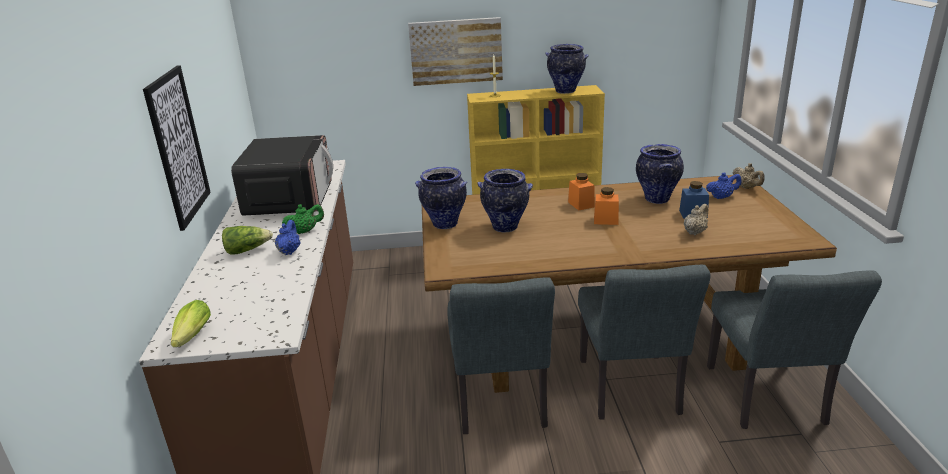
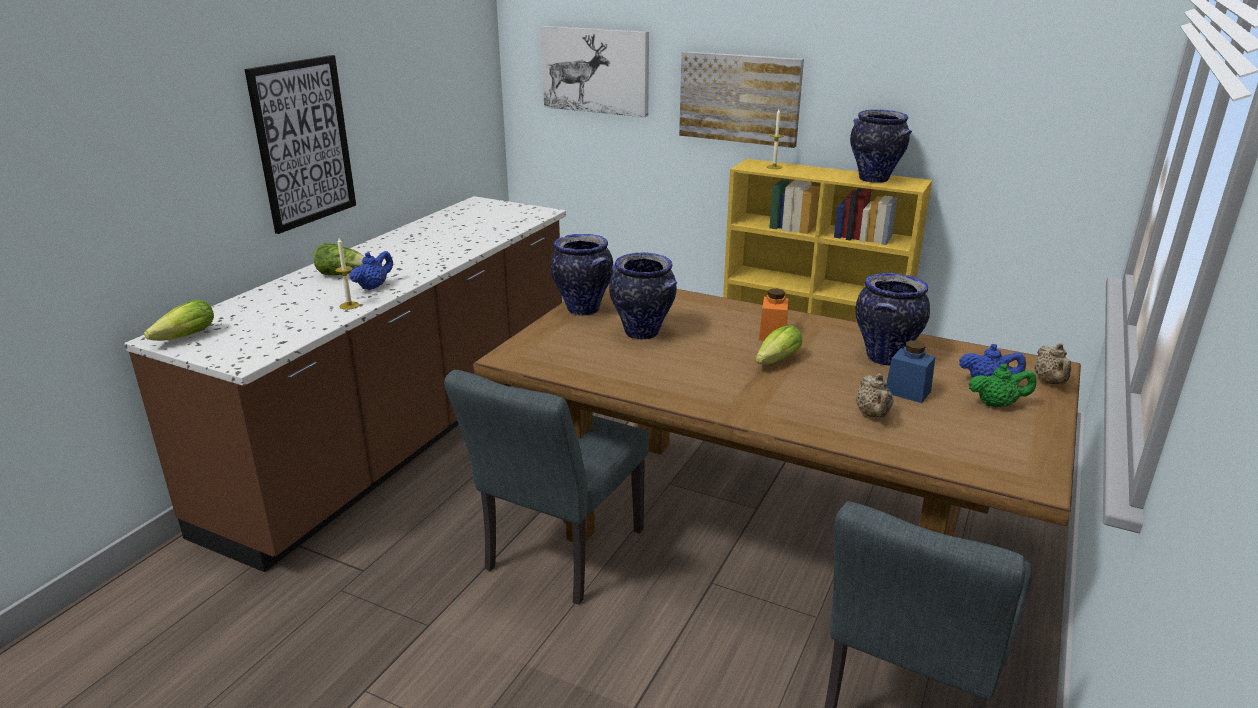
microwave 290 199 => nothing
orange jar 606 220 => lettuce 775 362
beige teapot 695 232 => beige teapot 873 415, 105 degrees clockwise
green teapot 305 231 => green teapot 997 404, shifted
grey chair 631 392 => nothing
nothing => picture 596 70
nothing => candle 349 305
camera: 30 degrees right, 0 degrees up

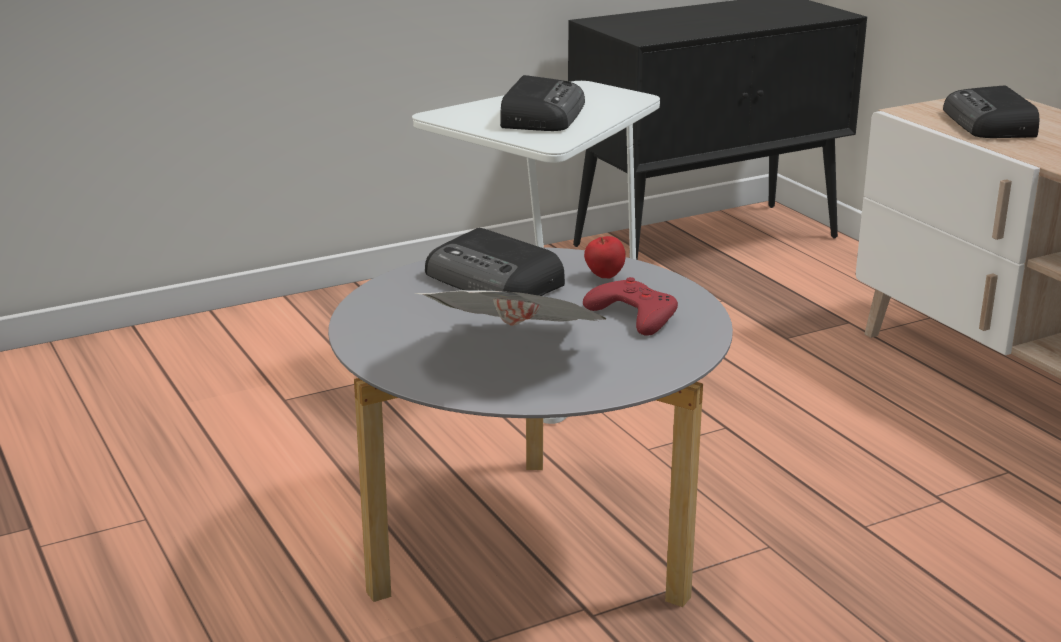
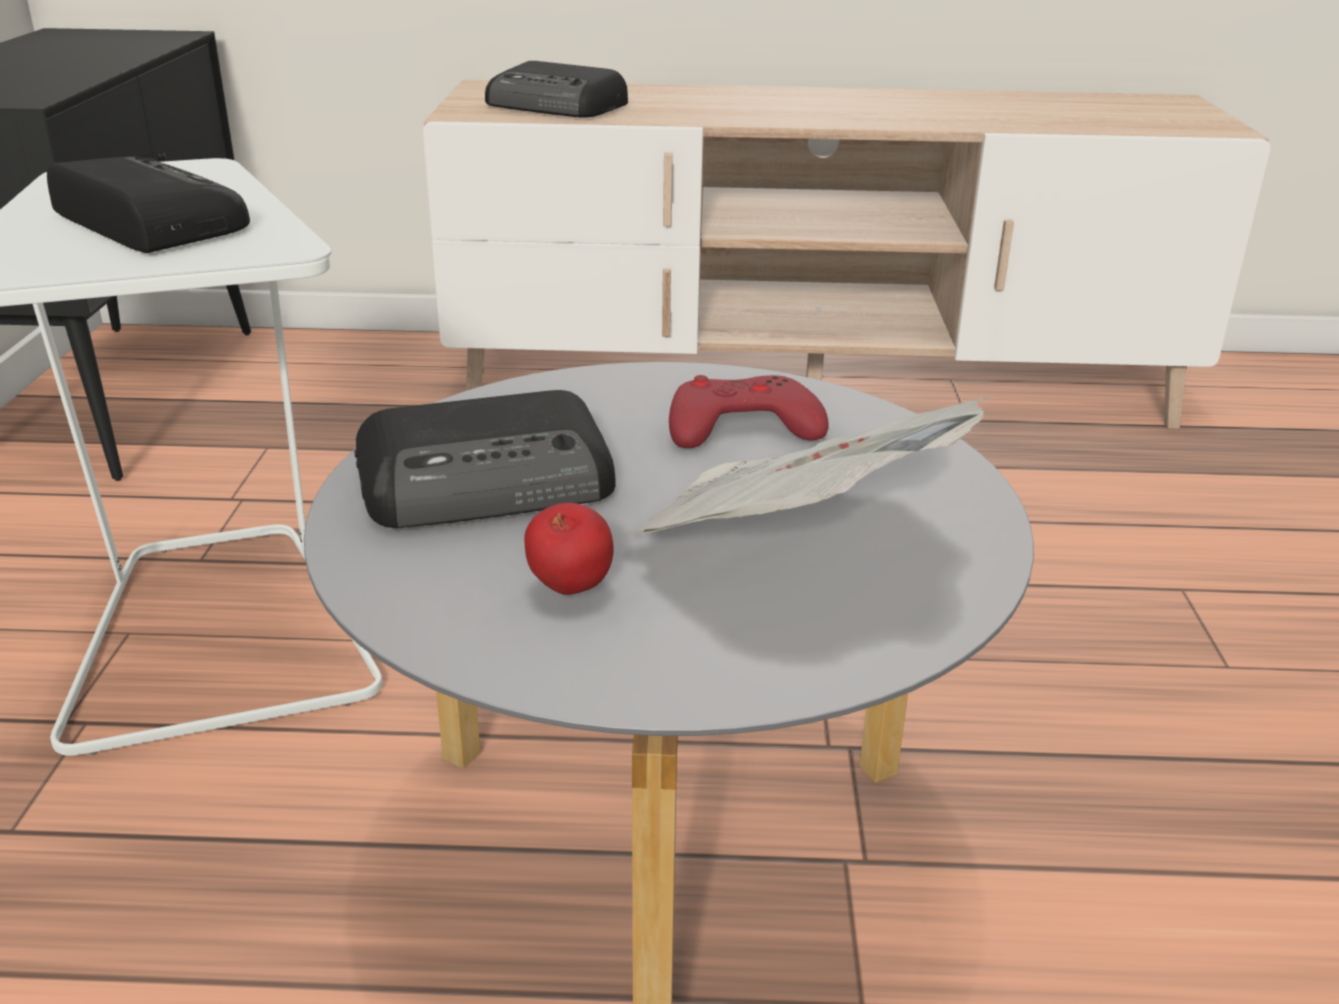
apple 604 277 => apple 569 591, shifted
camera: 60 degrees left, 5 degrees up

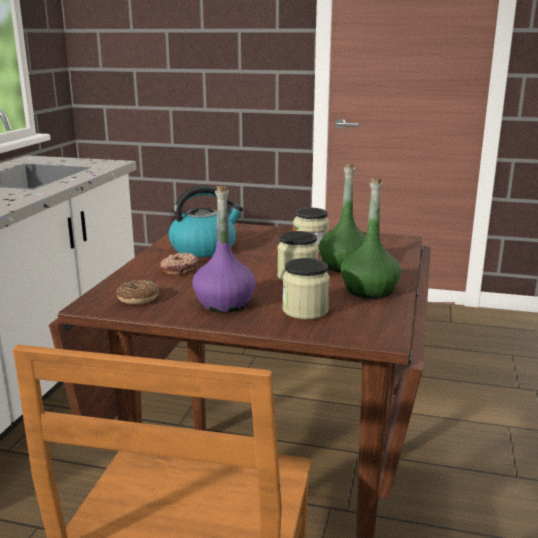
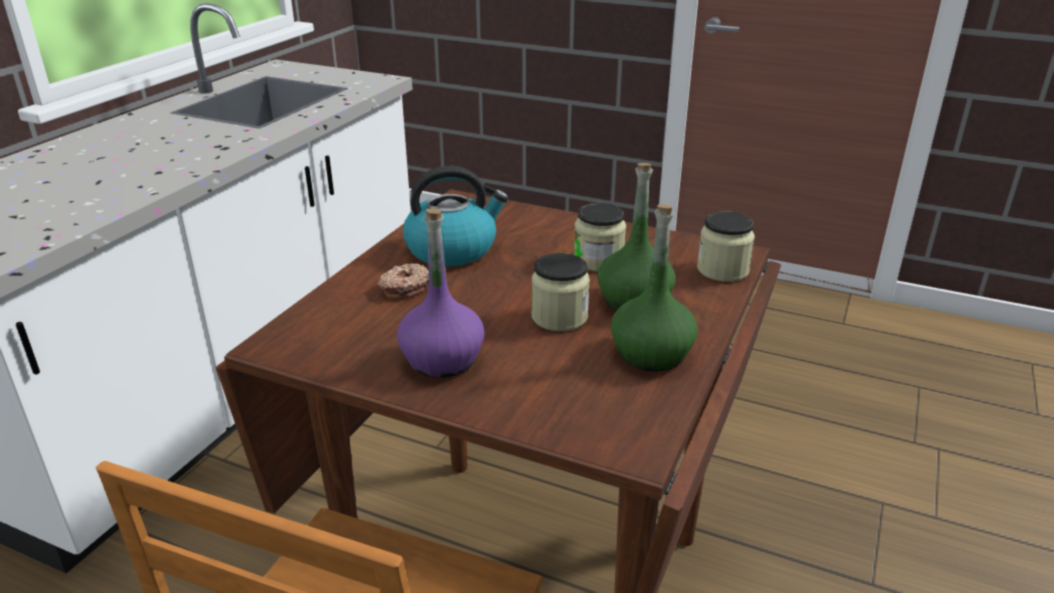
jar 305 310 => jar 722 270, shifted
donut 138 298 => nothing
camera: 10 degrees right, 10 degrees up

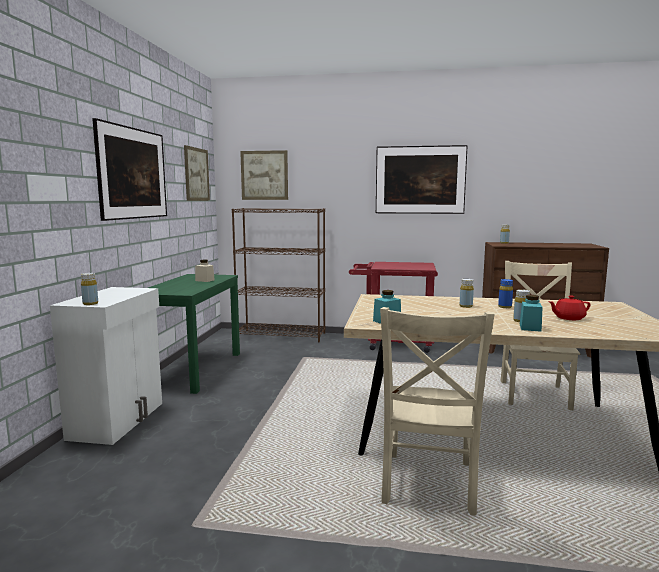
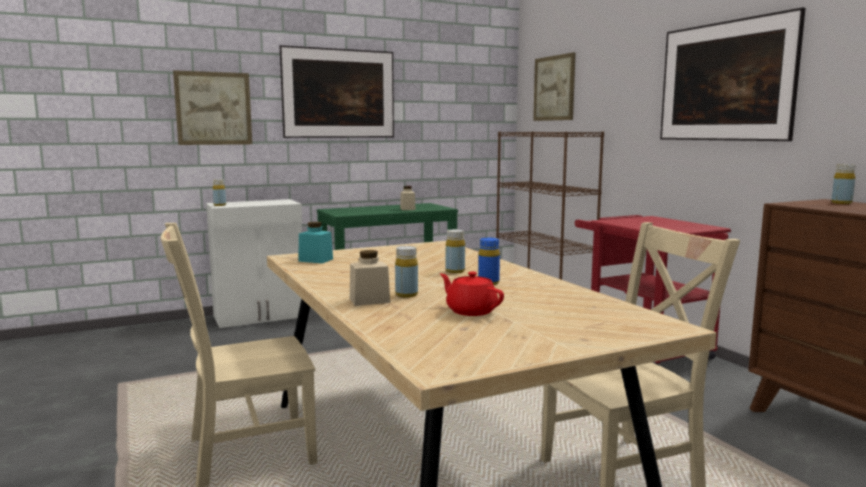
picture 196 174 => picture 213 108, shifted
turquoise jar 530 327 => beige jar 369 300
camera: 55 degrees right, 0 degrees up

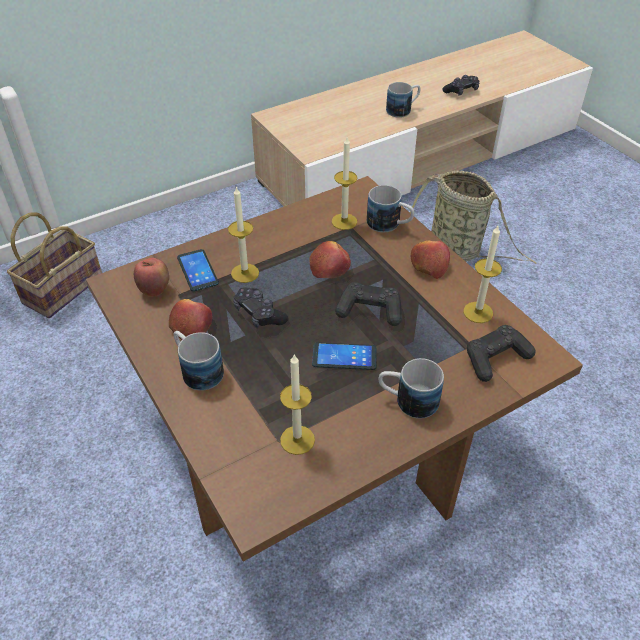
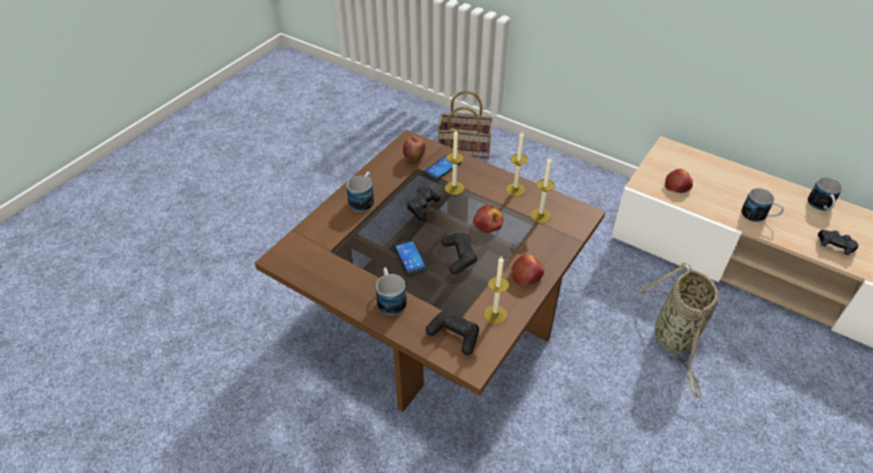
mug 389 225 => mug 821 207, shifted
apple 191 325 => apple 677 185, shifted
candle 297 440 => candle 515 190, shifted
camera: 65 degrees right, 0 degrees up

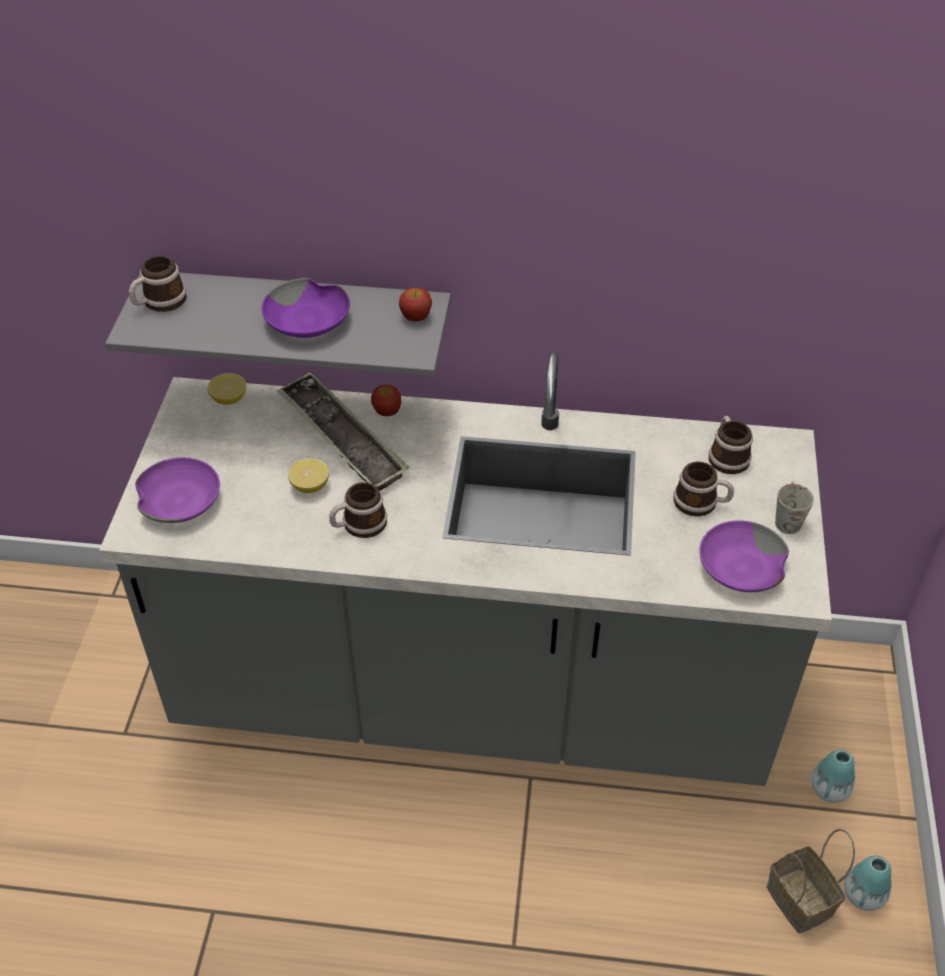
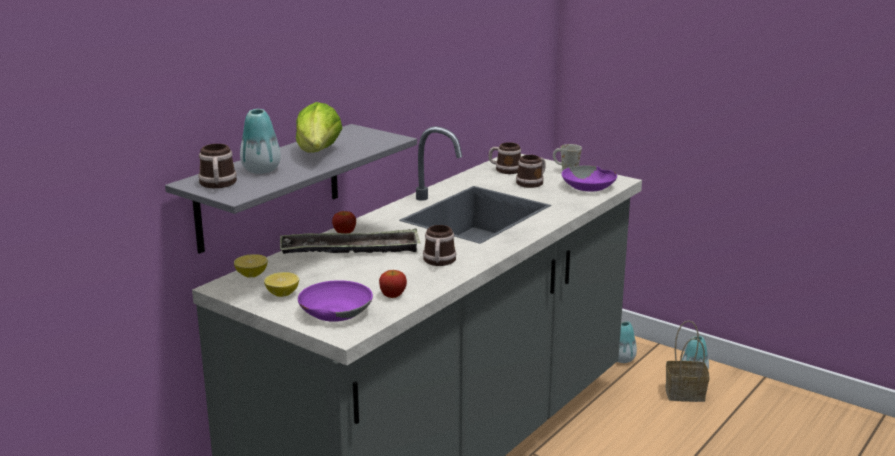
purple bowl 309 321 => lettuce 318 154
apple 416 317 => apple 393 295, shifted
lemon 310 486 => lemon 282 294, shifted
nothing => vase 261 170
camera: 60 degrees left, 25 degrees down

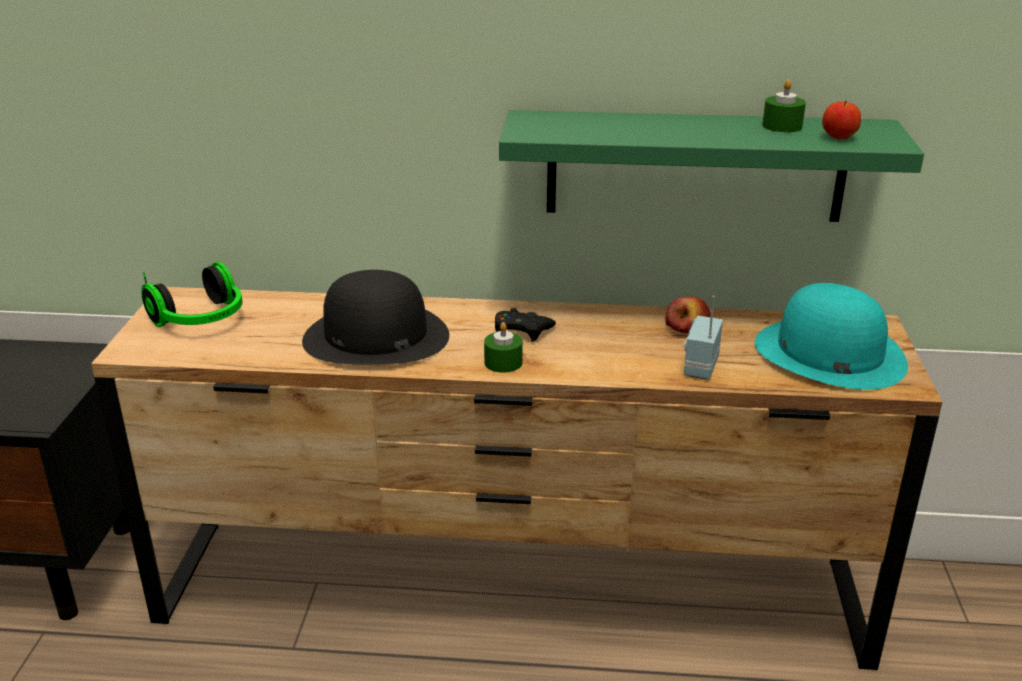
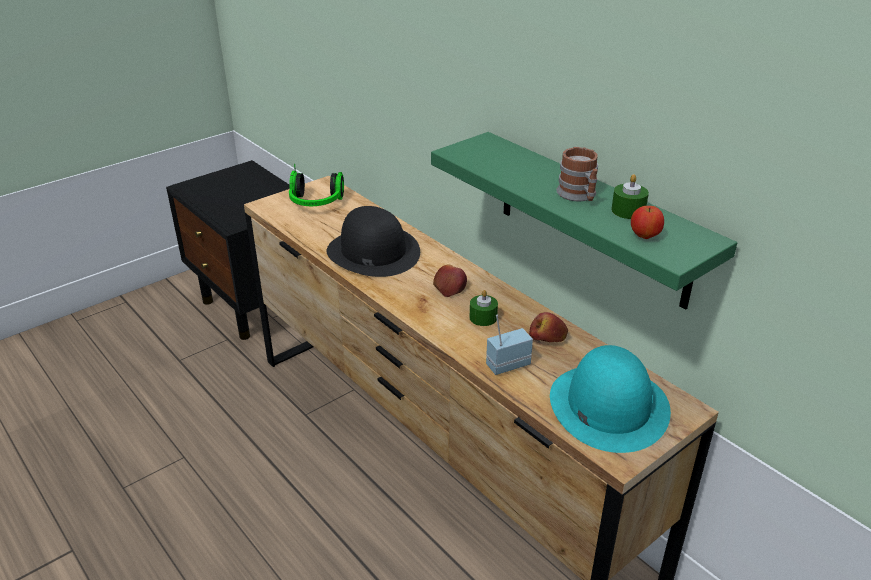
black game controller 521 330 => apple 449 287
green candle 503 362 => green candle 483 317, shifted
nothing => mug 579 196
camera: 45 degrees right, 5 degrees up

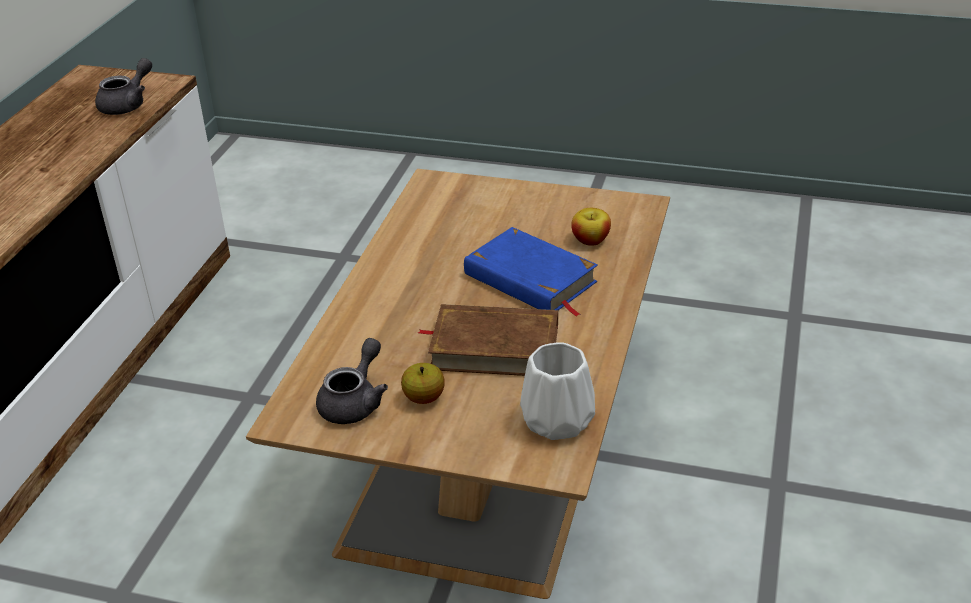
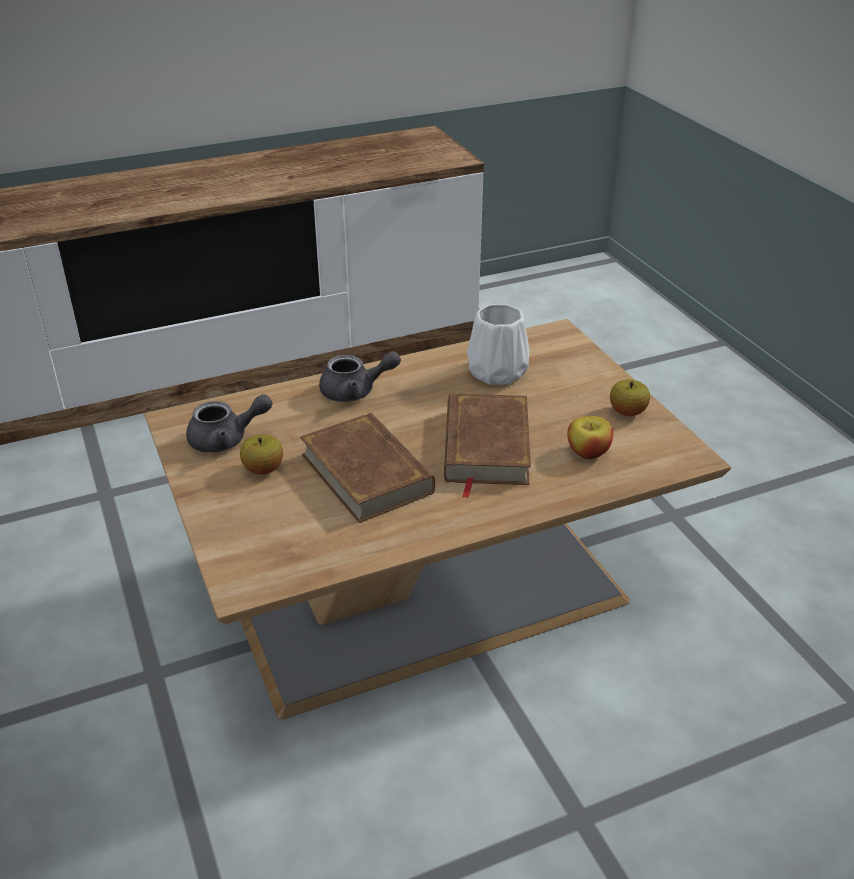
grey teapot 128 104 => grey teapot 356 391, shifted
blue book 530 279 => brown book 485 447
white vase 555 421 => white vase 495 372, shifted
nothing => apple 627 412
camera: 50 degrees right, 0 degrees up

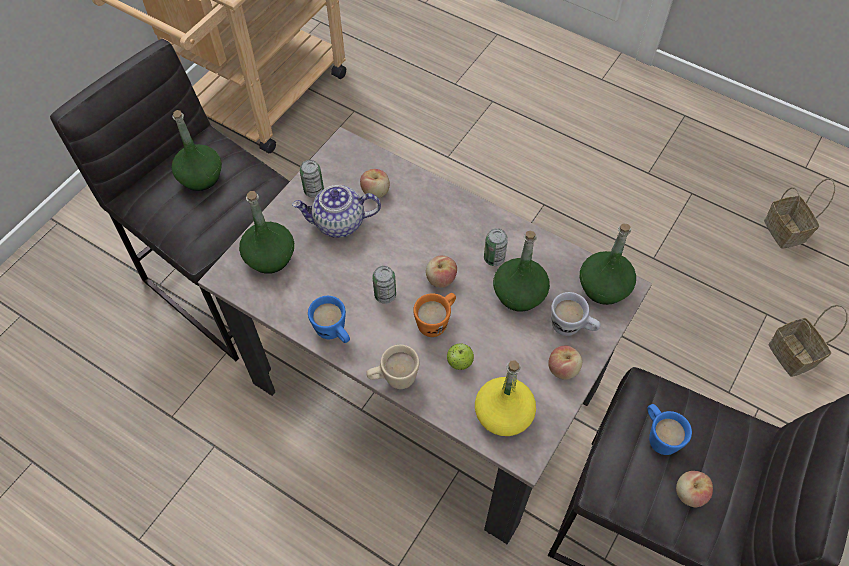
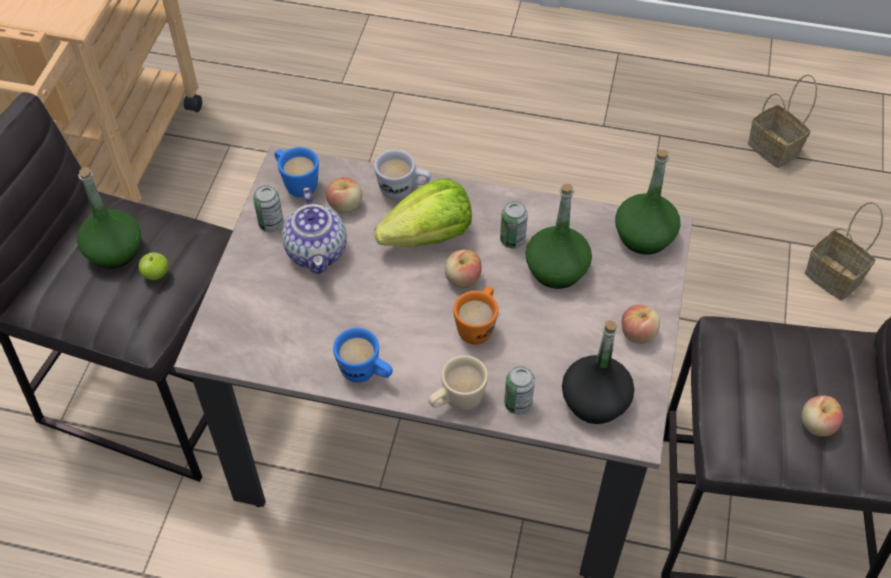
teapot 339 223 => teapot 317 252, 75 degrees counterclockwise
green bottle 270 257 => nothing
can 385 295 => can 518 404, shifted
white mug 572 327 => white mug 403 190, shifted
apple 459 362 => apple 156 275, shifted
yellow bottle 503 414 => black bottle 595 401
blue mug 659 436 => blue mug 296 183, shifted
nothing => lettuce 429 236
camera: 20 degrees left, 5 degrees down

